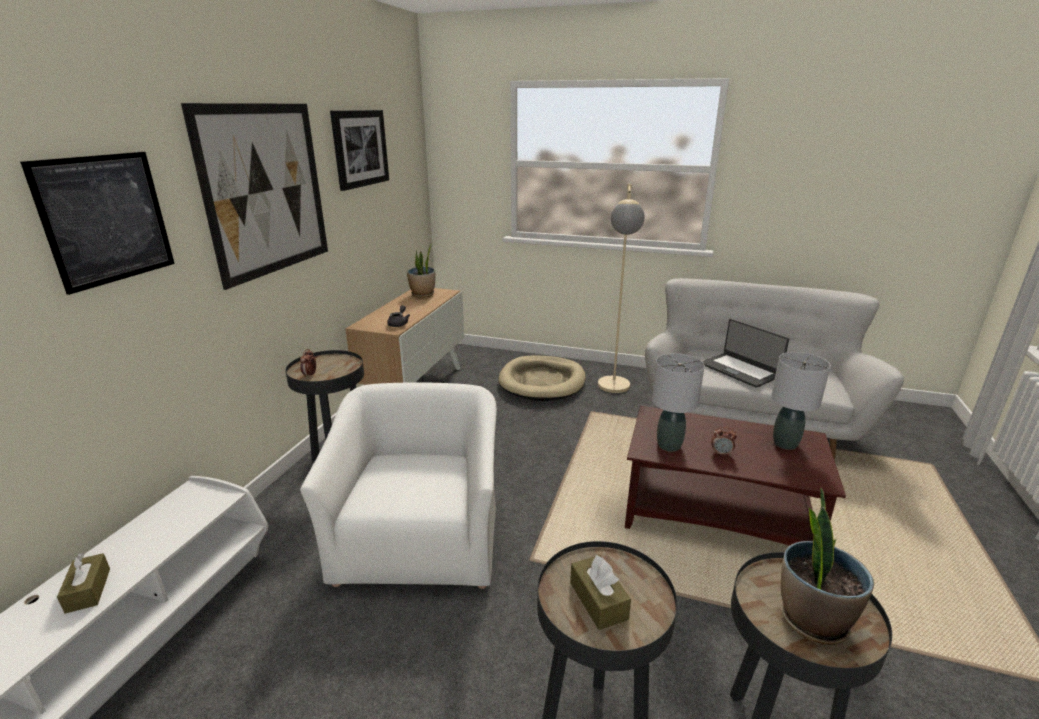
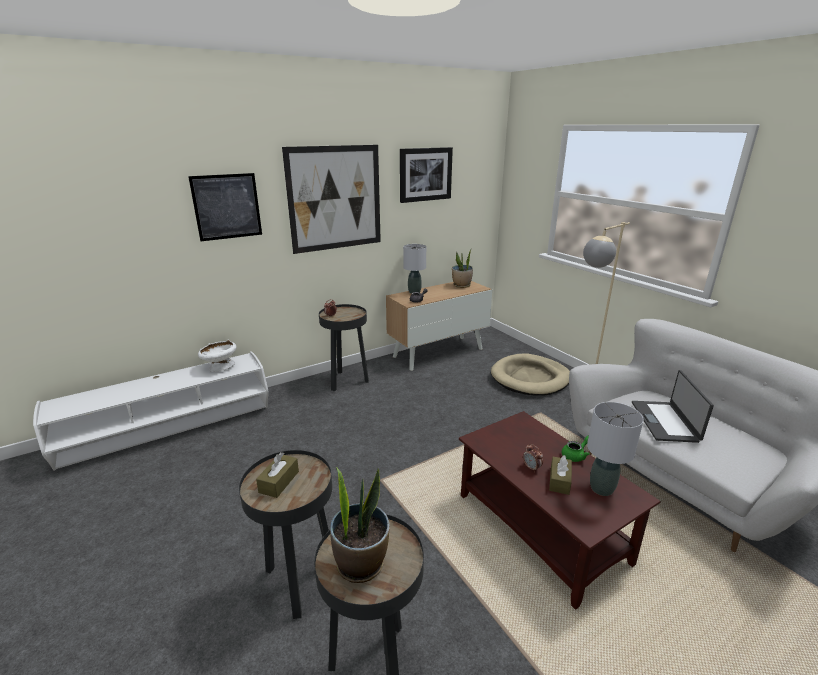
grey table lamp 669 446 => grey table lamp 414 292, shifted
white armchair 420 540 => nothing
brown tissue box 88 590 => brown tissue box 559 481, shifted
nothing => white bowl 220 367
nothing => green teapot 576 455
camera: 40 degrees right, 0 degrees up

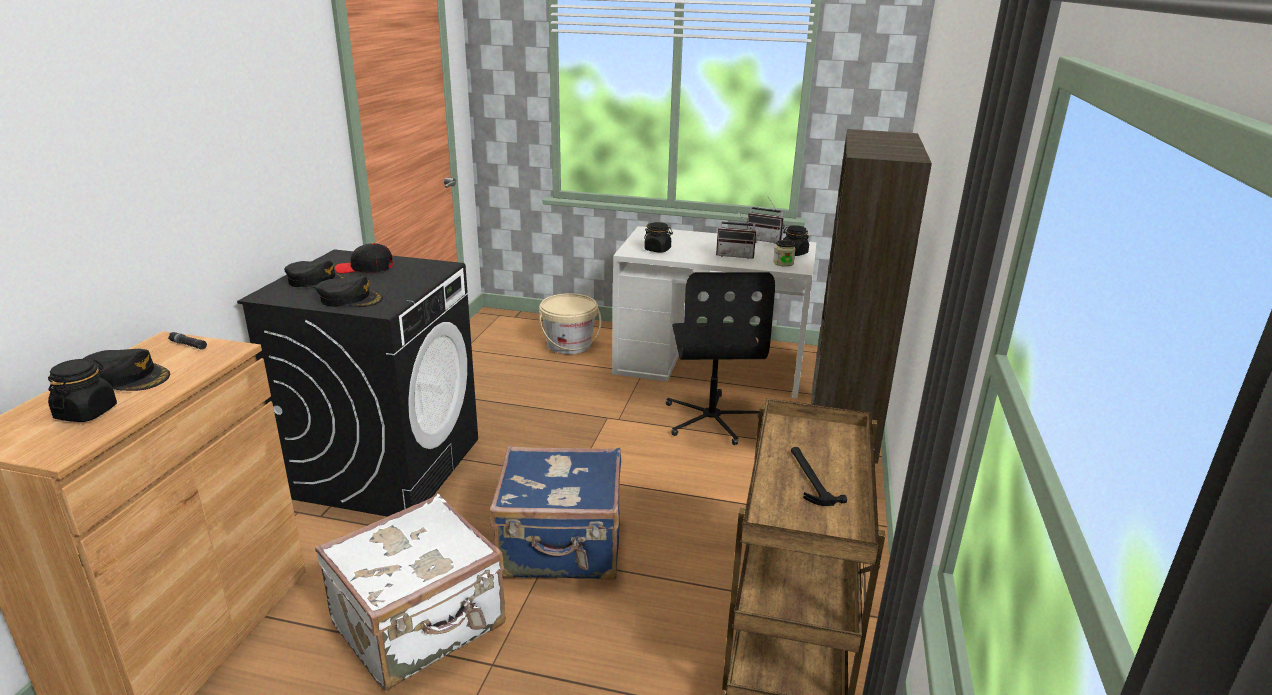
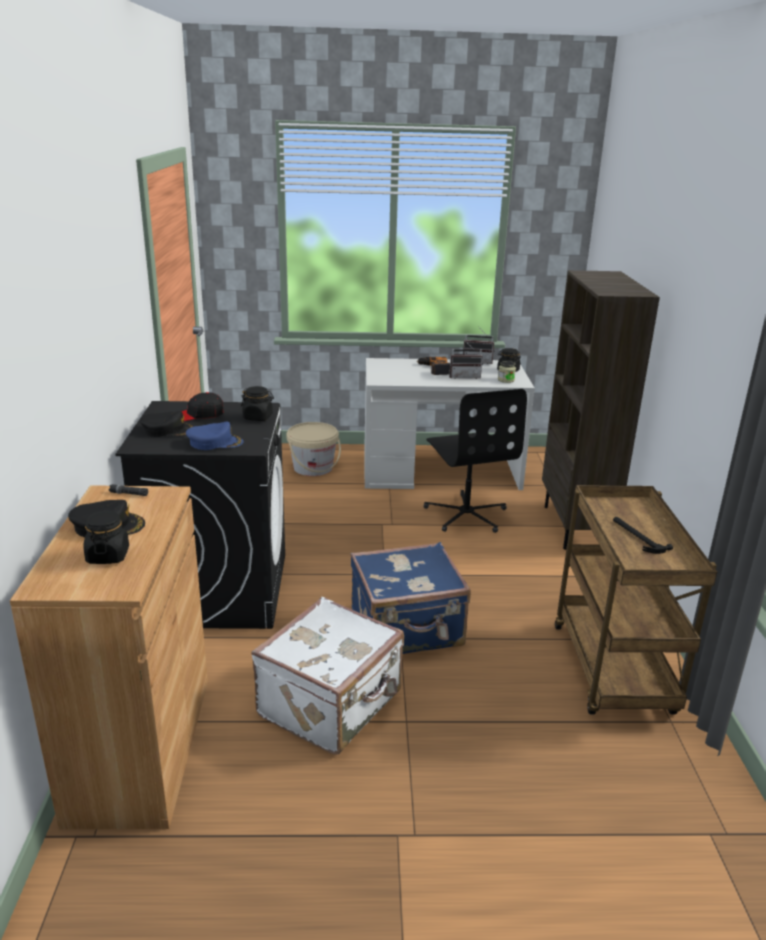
black jar 657 250 => black jar 258 417, shifted
black cap 350 299 => blue cap 215 442
nothing => power drill 434 369
camera: 15 degrees left, 0 degrees up

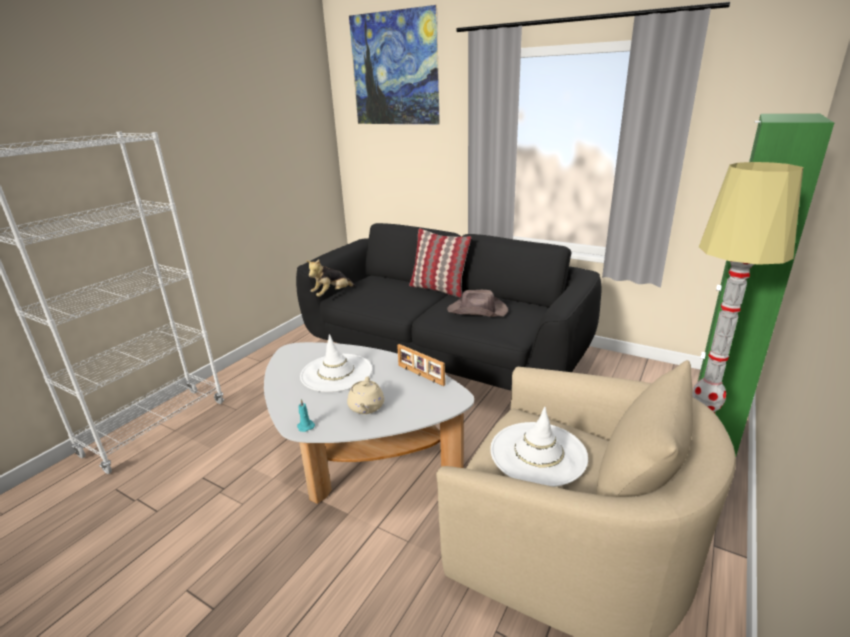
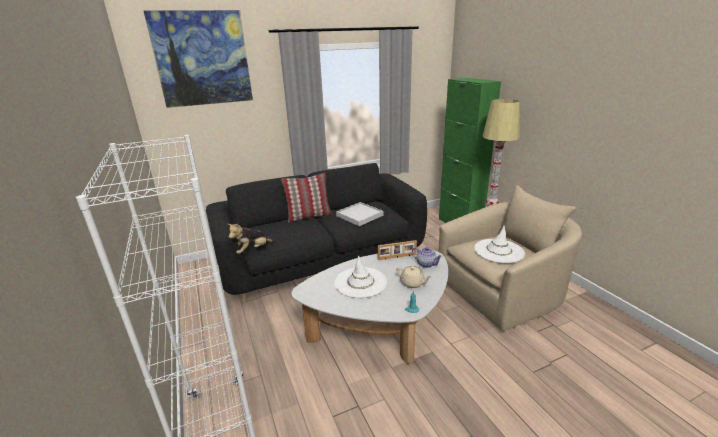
plush toy 332 294 => plush toy 252 250, 60 degrees clockwise
brown hat 478 311 => white tray 360 215
nothing => teapot 426 264
camera: 55 degrees left, 0 degrees up

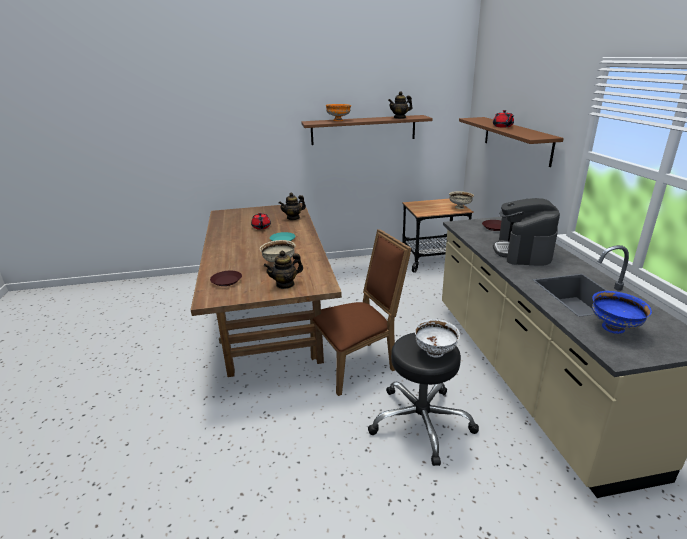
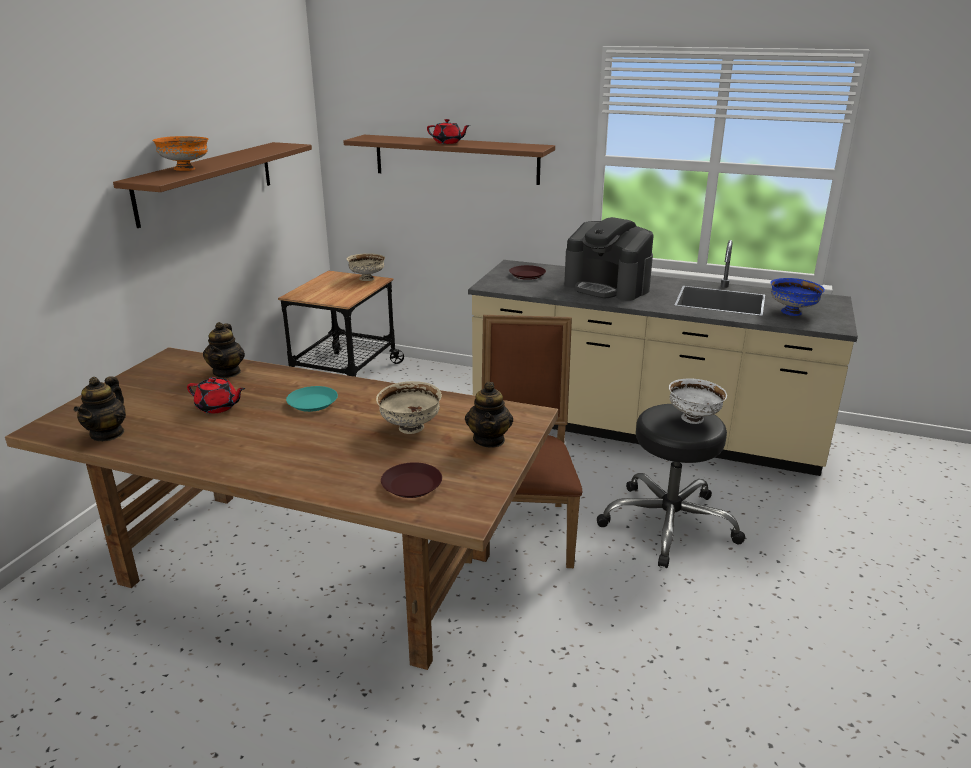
teapot 400 117 => teapot 107 433, shifted
camera: 60 degrees left, 0 degrees up

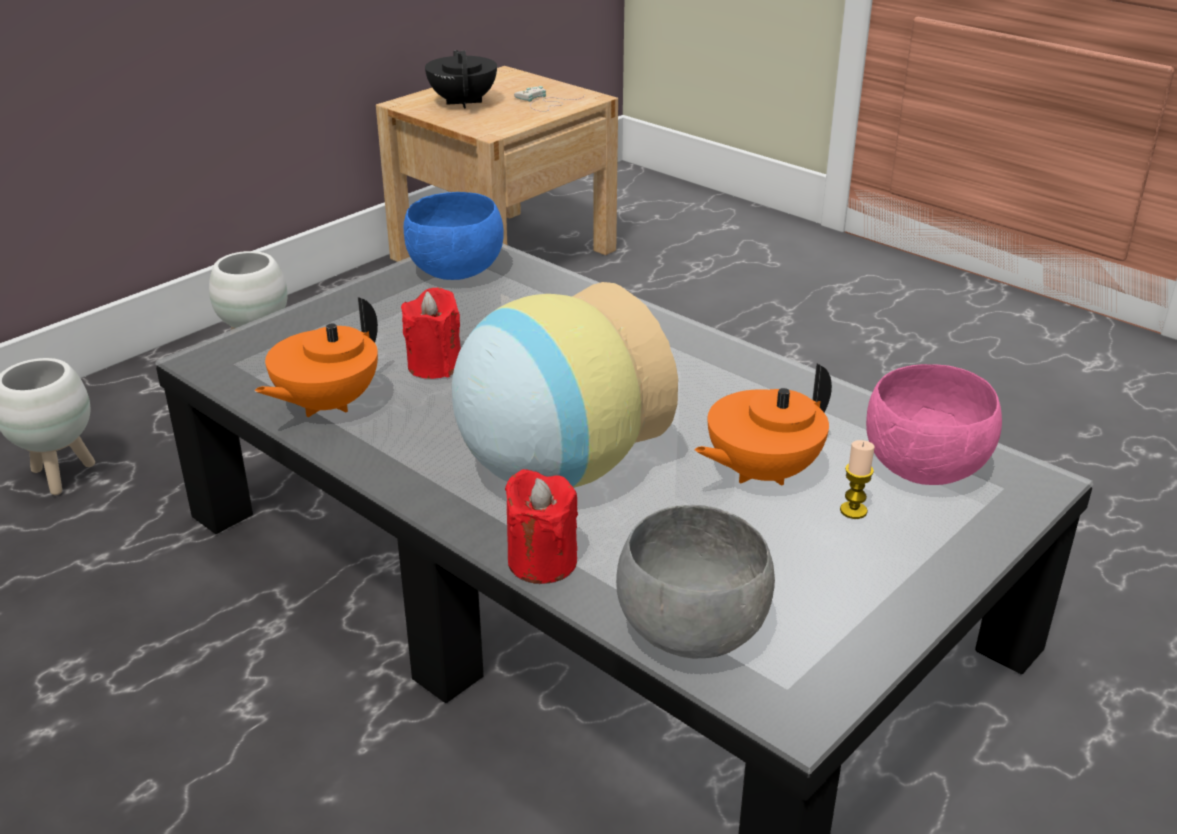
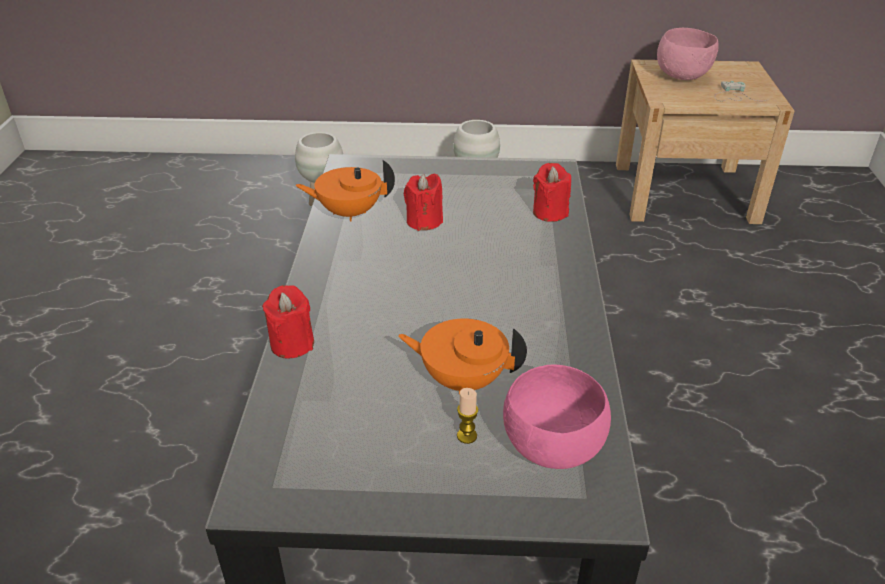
black teapot 463 102 => pink bowl 683 76
blue bowl 456 273 => nothing
vase 553 469 => nothing
grey bowl 690 630 => nothing
nothing => red candle 550 212
camera: 50 degrees right, 5 degrees up

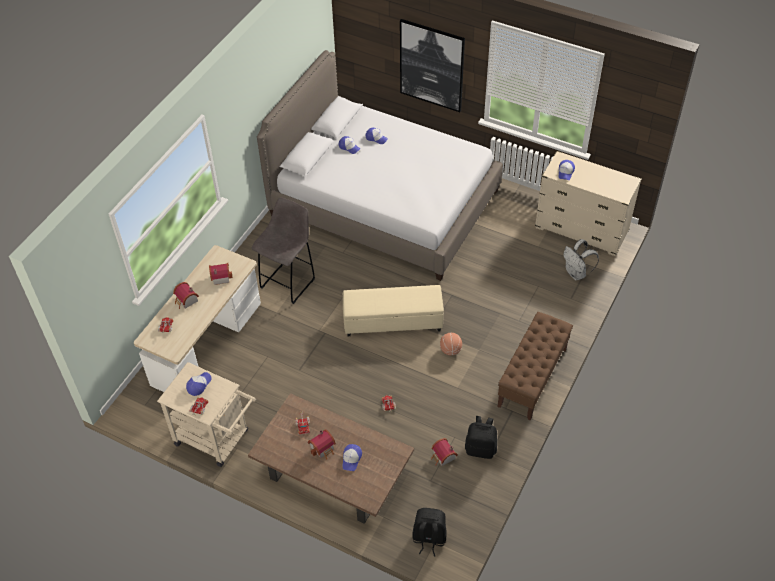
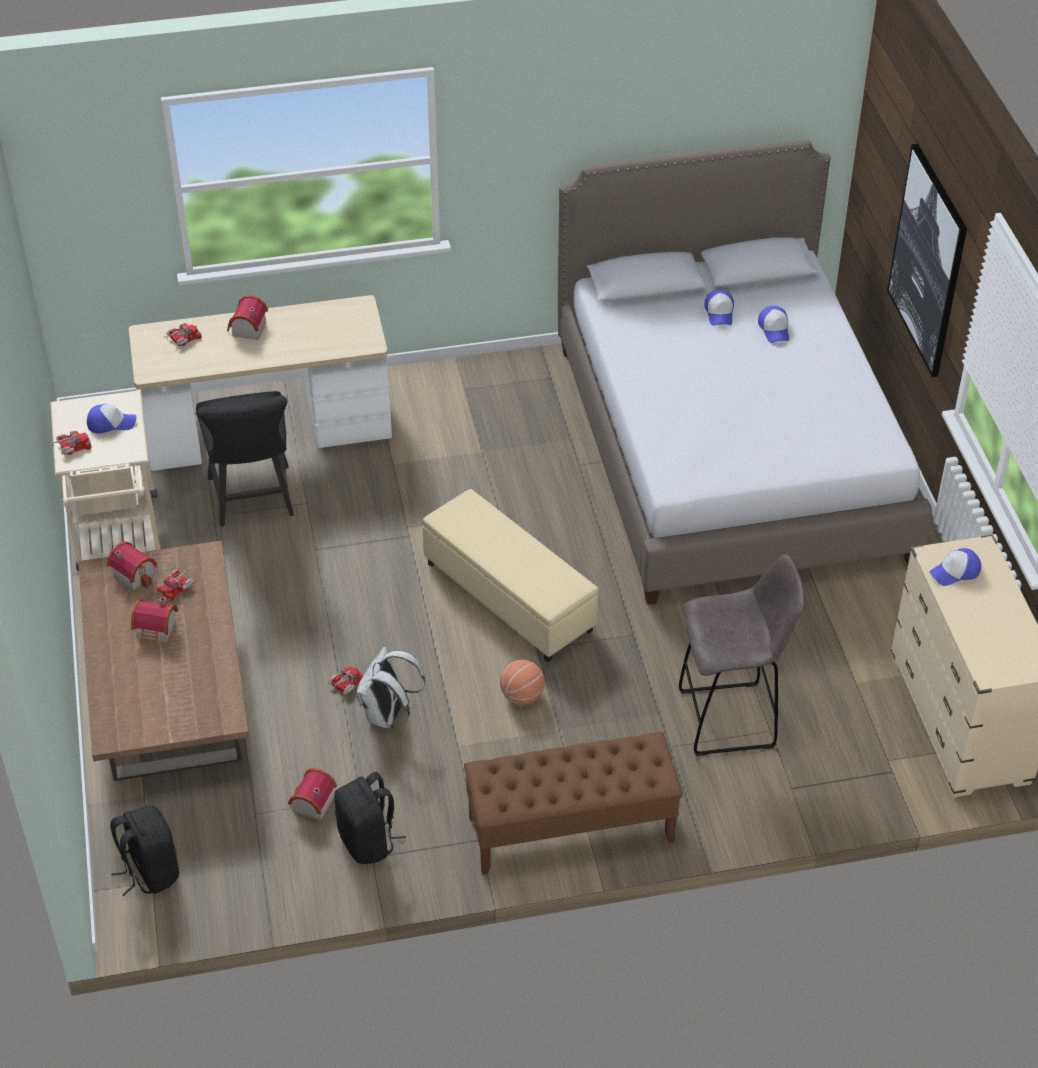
grey stool 289 282 => grey stool 730 719, shifted
white backpack 576 273 => white backpack 388 715, shifted
toy house 220 277 => toy house 135 573, shifted
cap 351 459 => nothing
nothing => black chair 253 501
camera: 50 degrees right, 5 degrees down

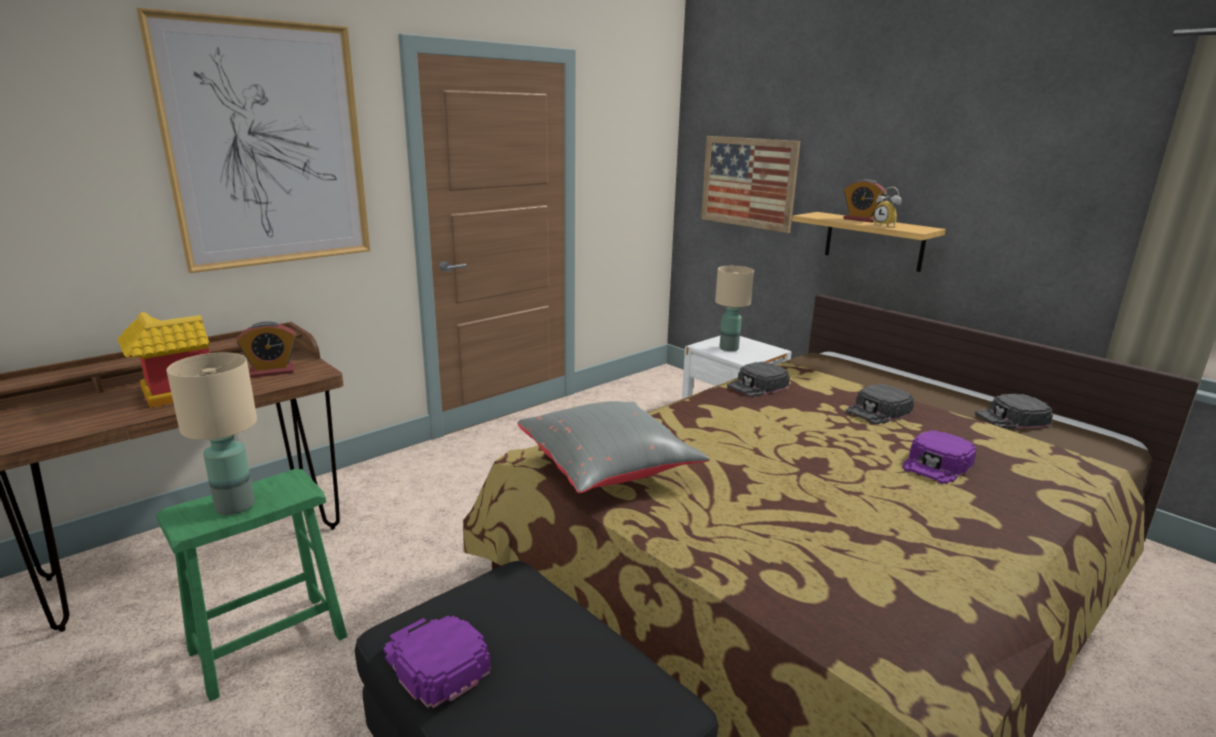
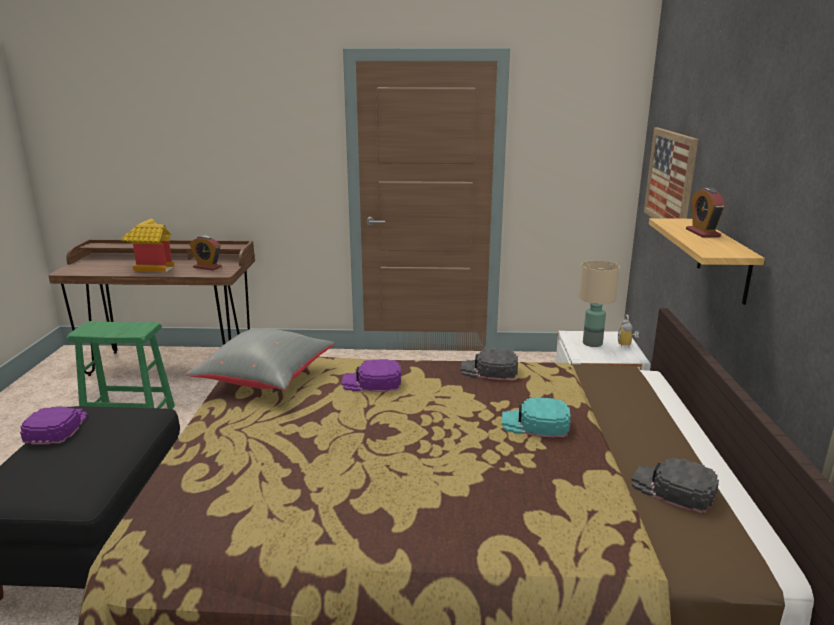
picture 268 146 => nothing
alarm clock 886 225 => alarm clock 627 345, shifted
beige table lamp 234 506 => nothing
black cap 878 411 => turquoise cap 535 424
purple cap 937 465 => purple cap 372 382, shifted
camera: 45 degrees right, 0 degrees up

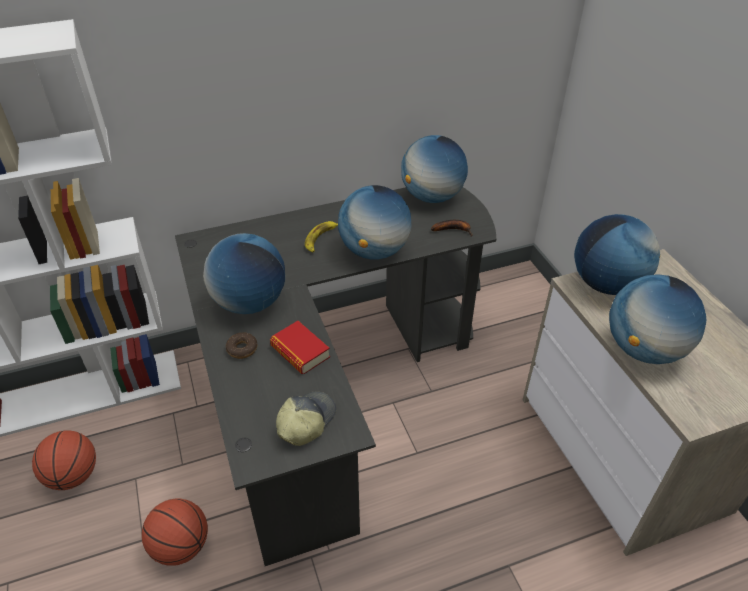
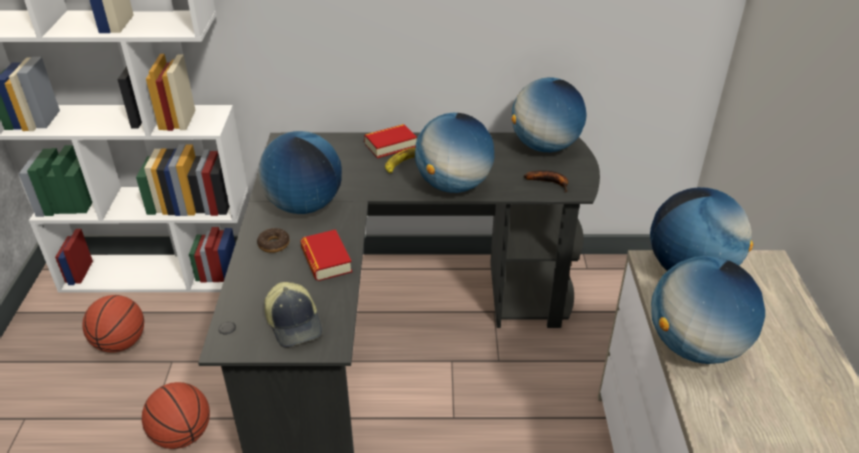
cap 305 421 => cap 295 323, 105 degrees clockwise
nothing => book 390 145
camera: 20 degrees right, 5 degrees down

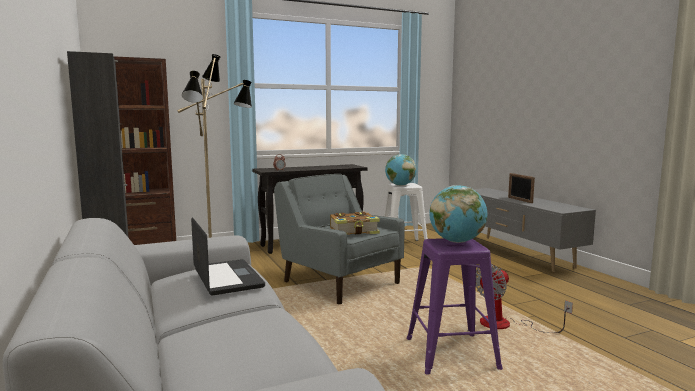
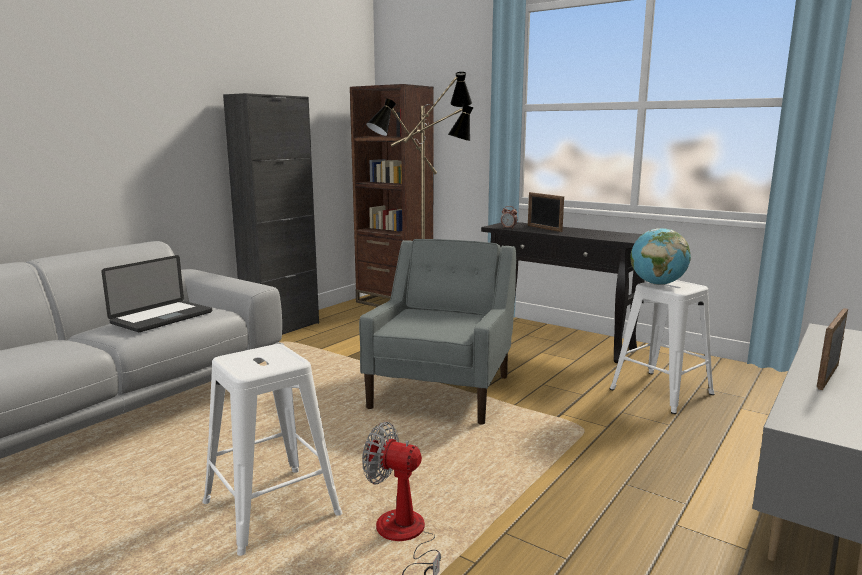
globe 457 241 => nothing
book 354 231 => nothing
purple stool 450 354 => white stool 269 509
nothing => picture frame 544 228
camera: 60 degrees right, 5 degrees up

